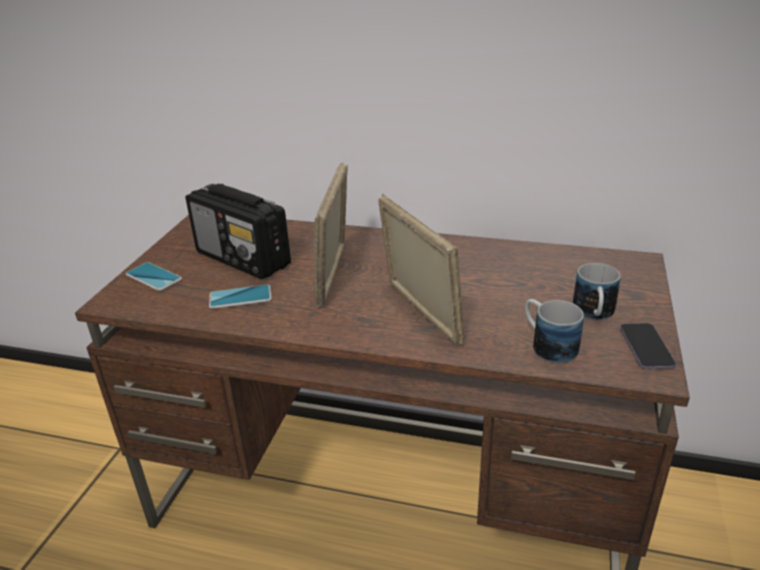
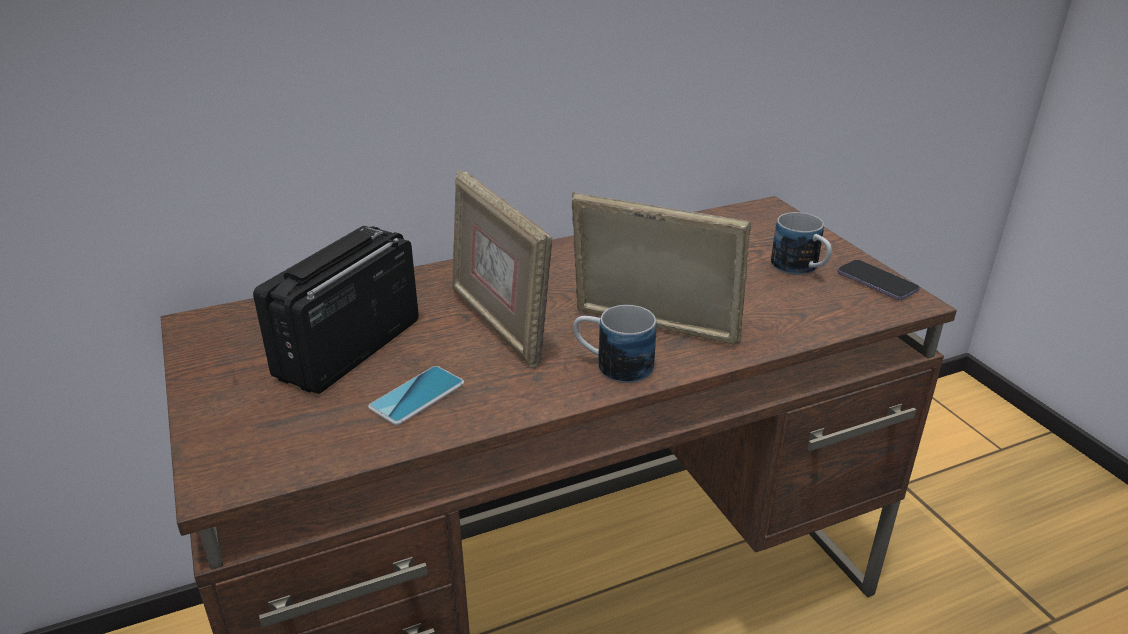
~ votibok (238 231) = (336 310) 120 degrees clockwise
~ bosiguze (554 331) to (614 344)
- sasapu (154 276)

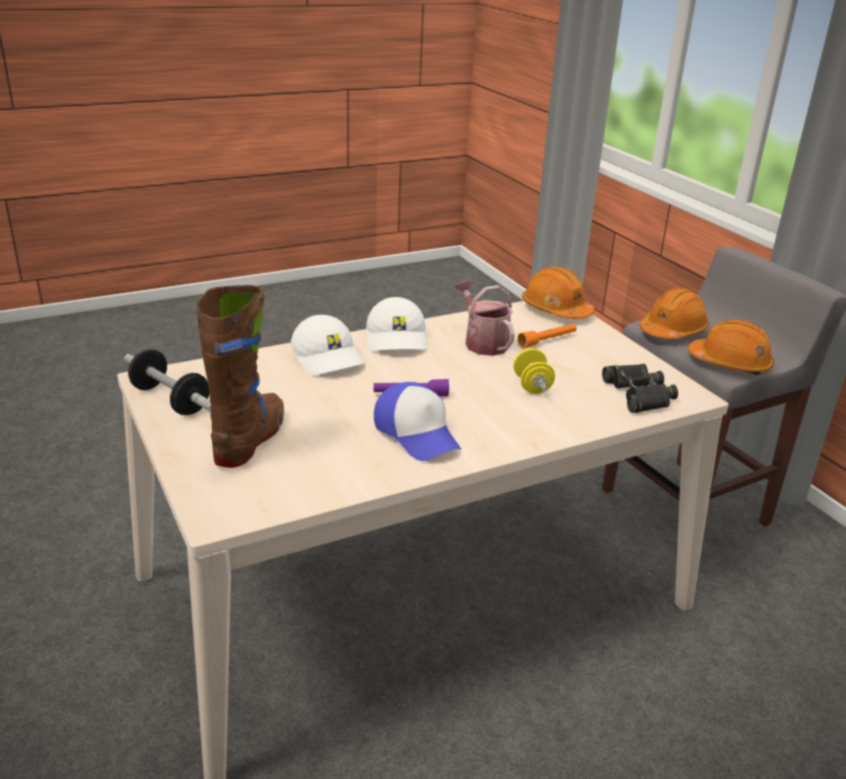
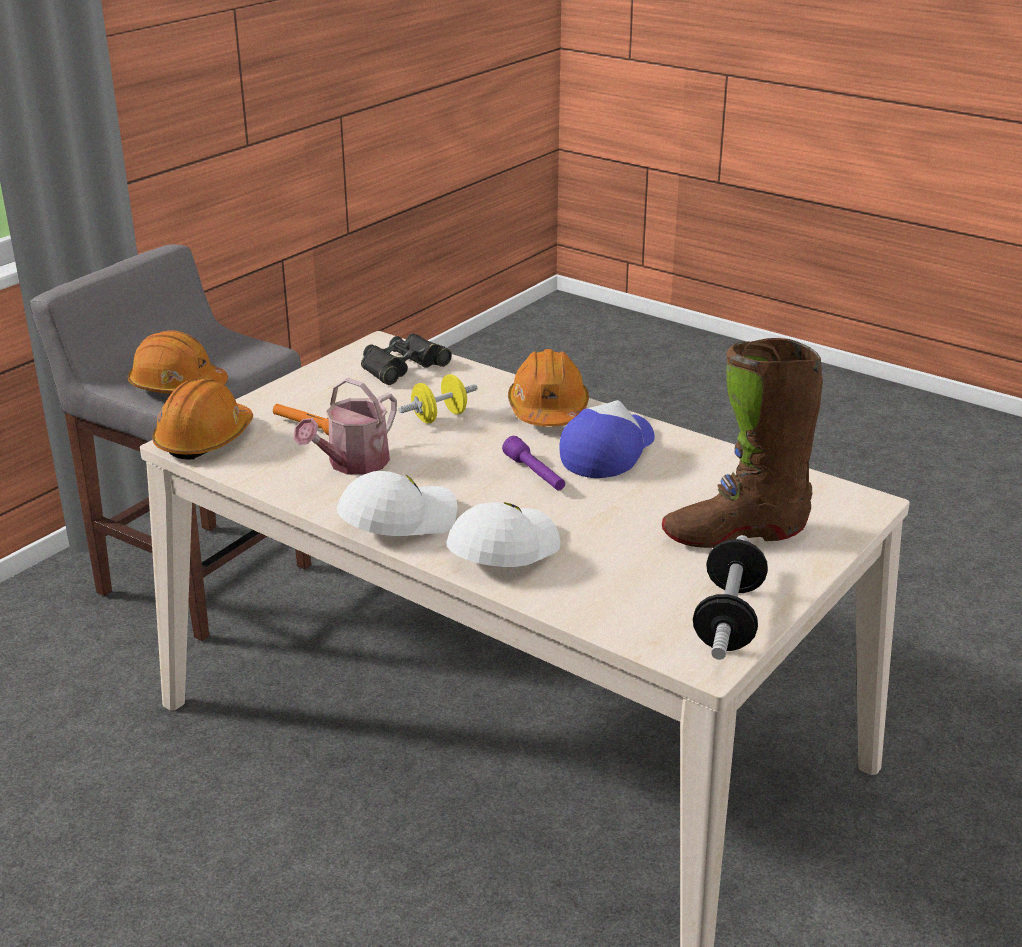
~ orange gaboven (731 347) to (548 388)

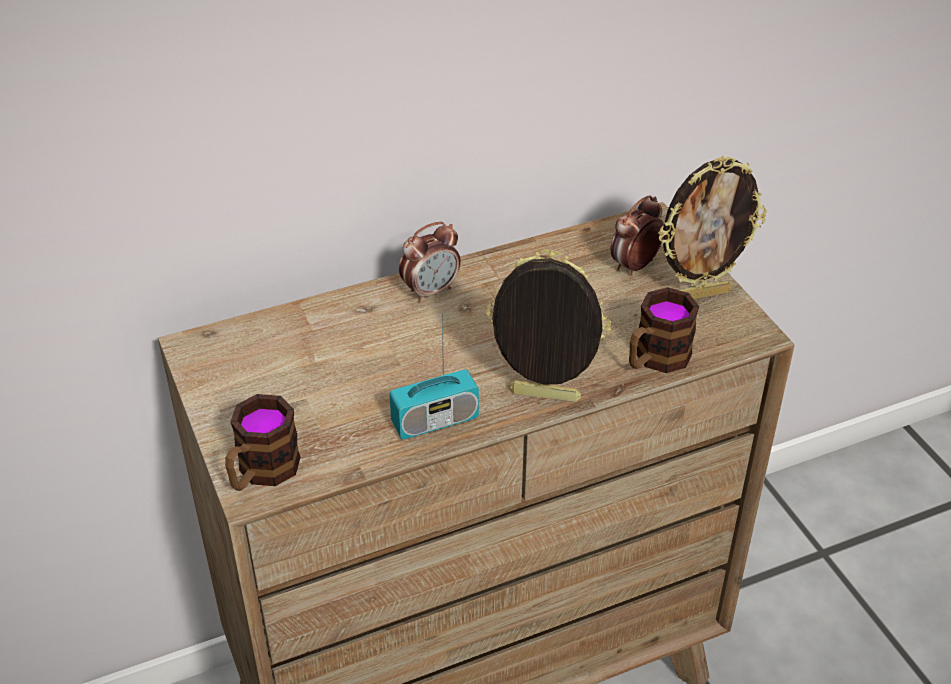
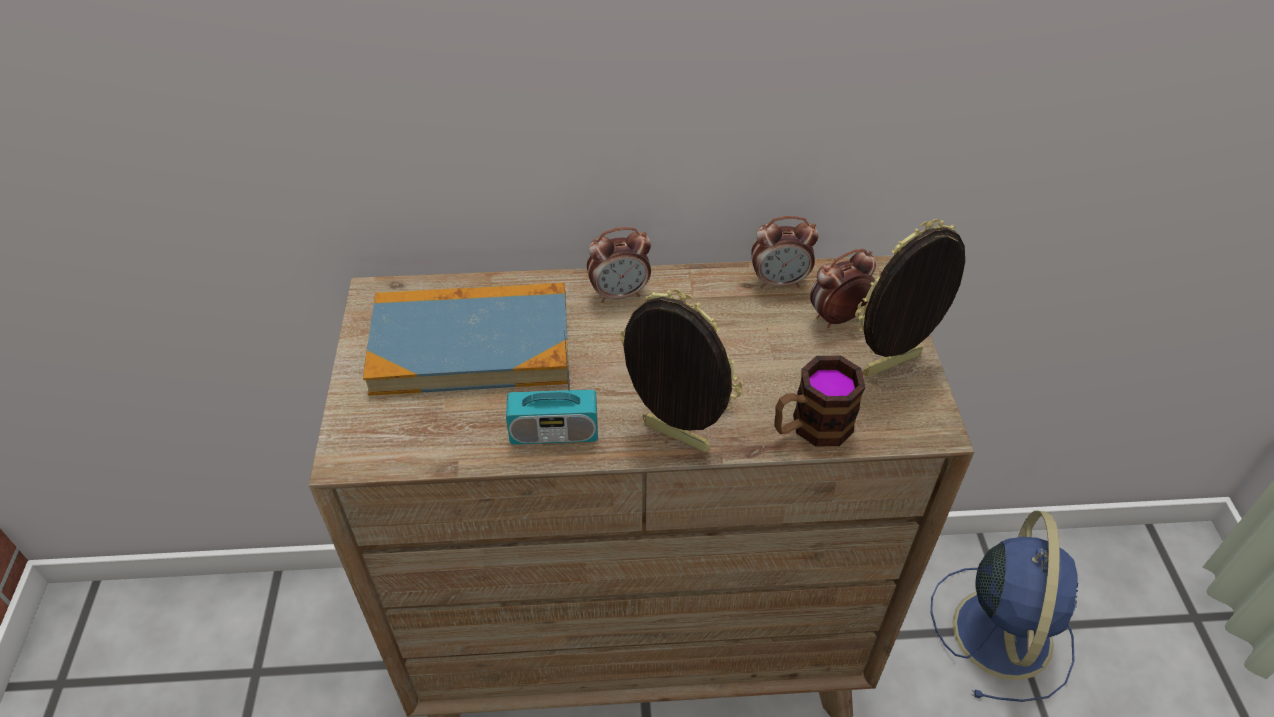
+ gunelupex (466 339)
+ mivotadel (785 252)
~ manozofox (712 227) = (910 298) 150 degrees clockwise
+ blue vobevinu (1004 606)
- bosiguze (263 442)

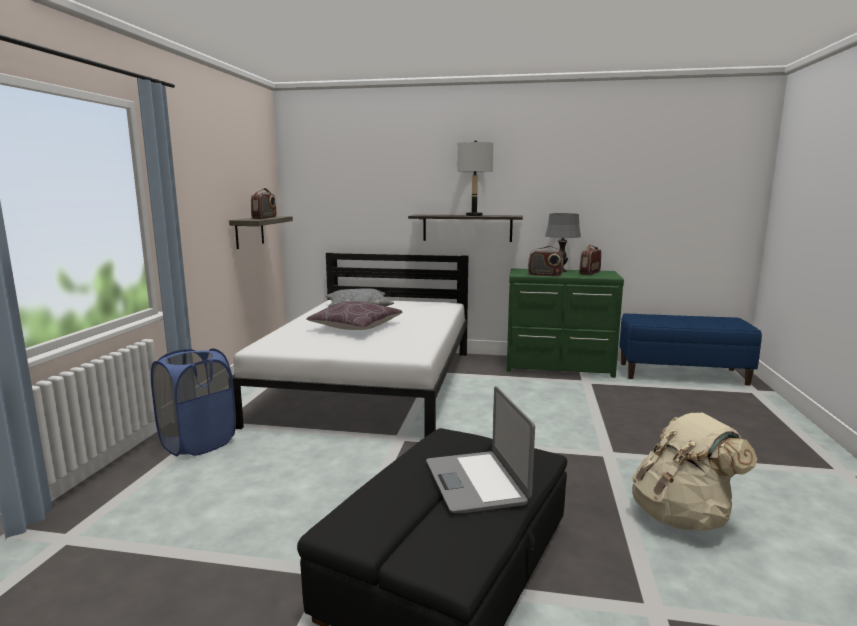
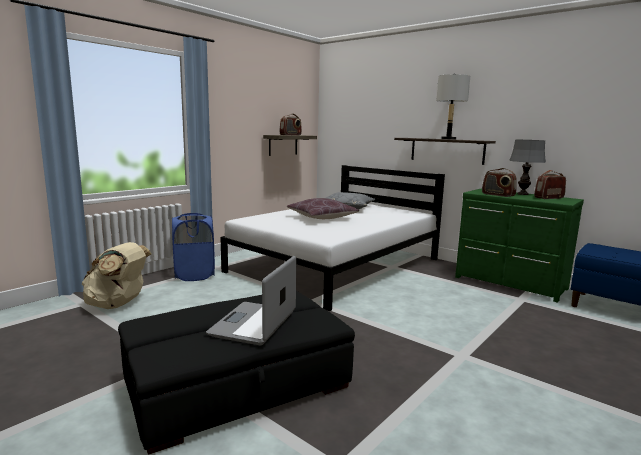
~ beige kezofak (694 472) to (117 275)

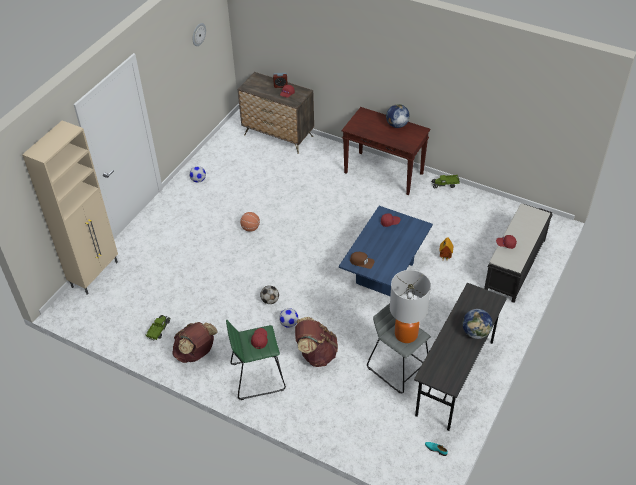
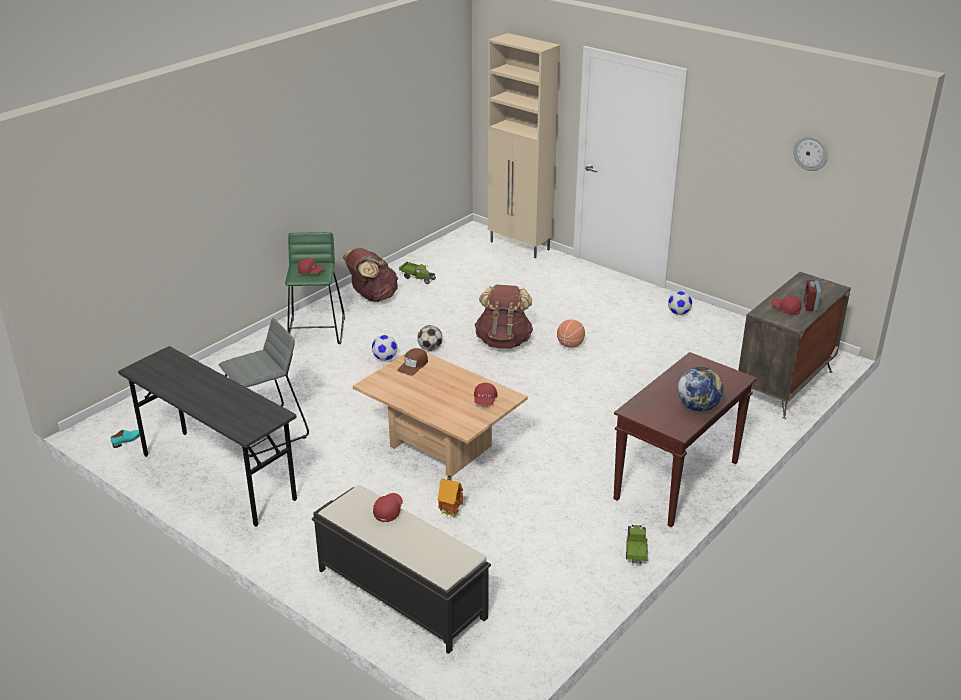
~ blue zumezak (386 251) to beige zumezak (440 412)
~ brown kezofak (316 342) to (503 317)
- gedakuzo (410 306)
- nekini (477 324)

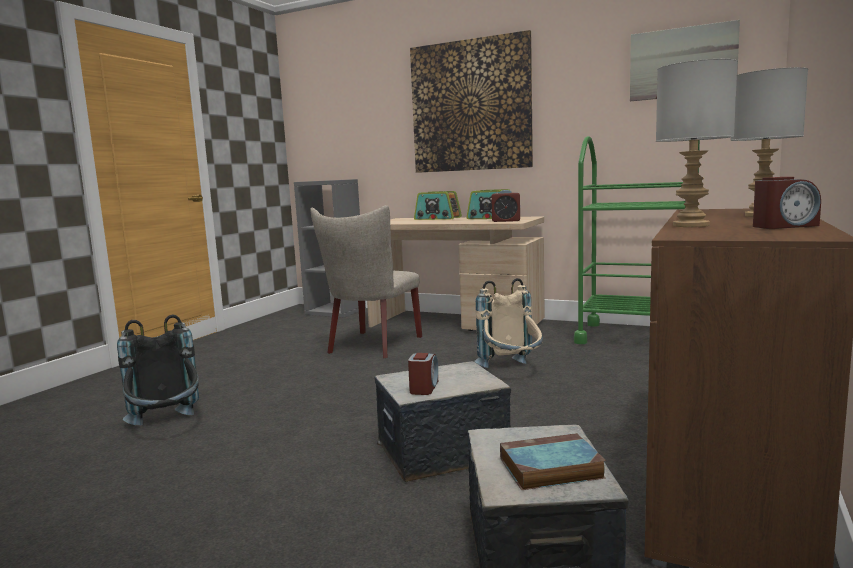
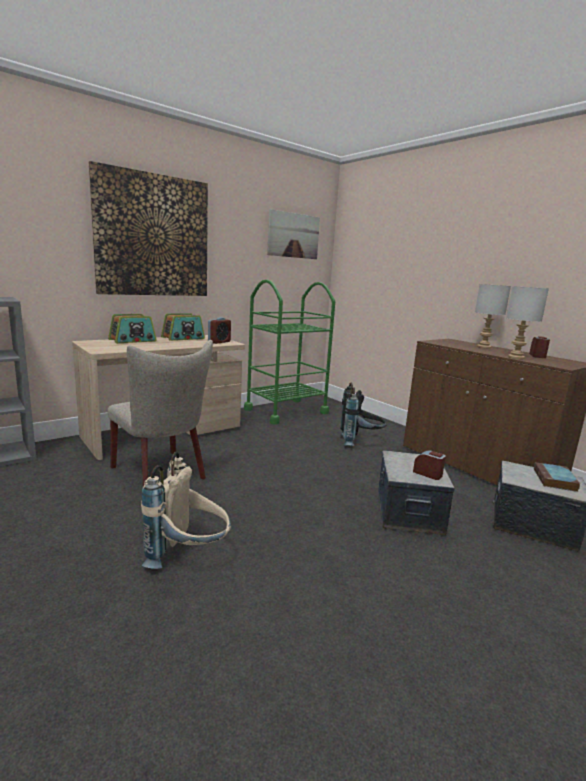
~ beige kezofak (508 323) to (186 510)
~ black kezofak (158 370) to (363 414)

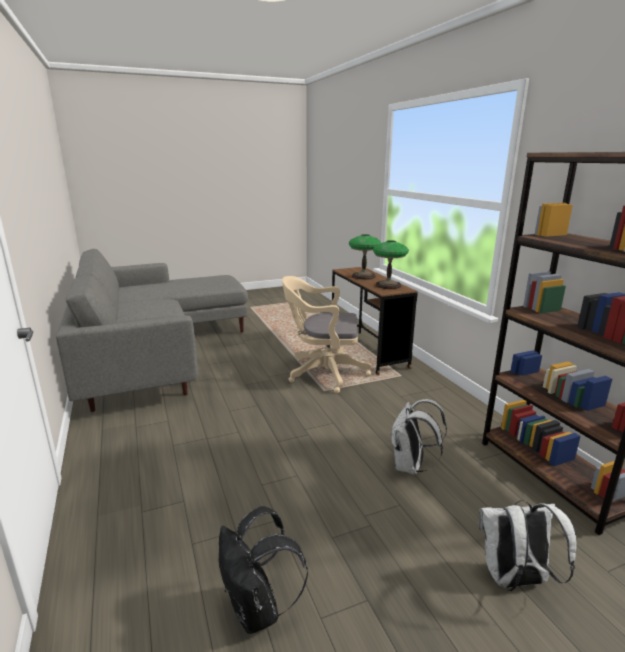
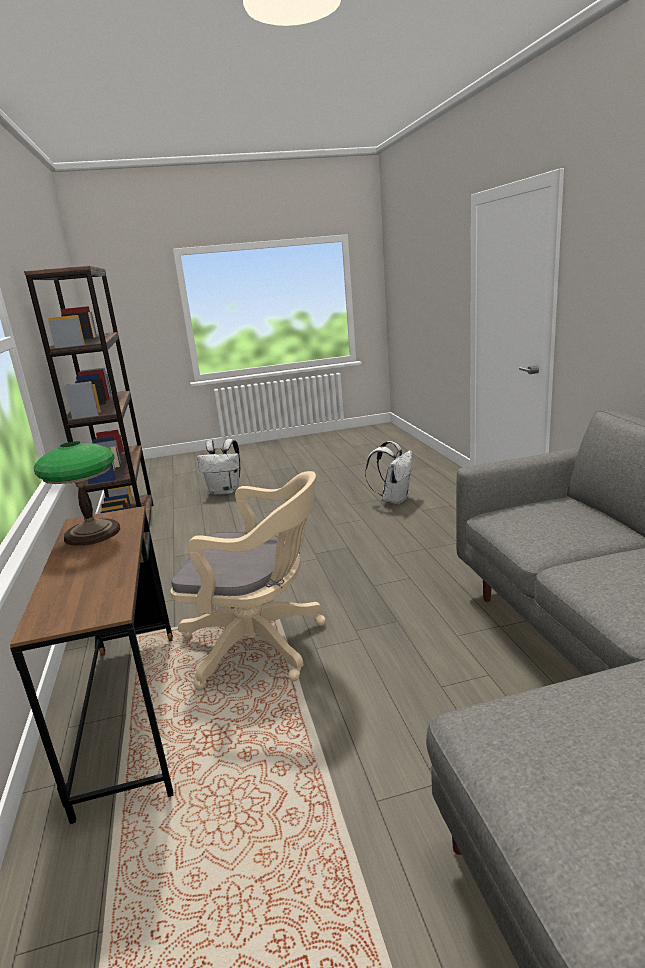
~ white kezofak (419 437) to (388 473)
- black kezofak (263 570)
- gedakuzo (365 257)

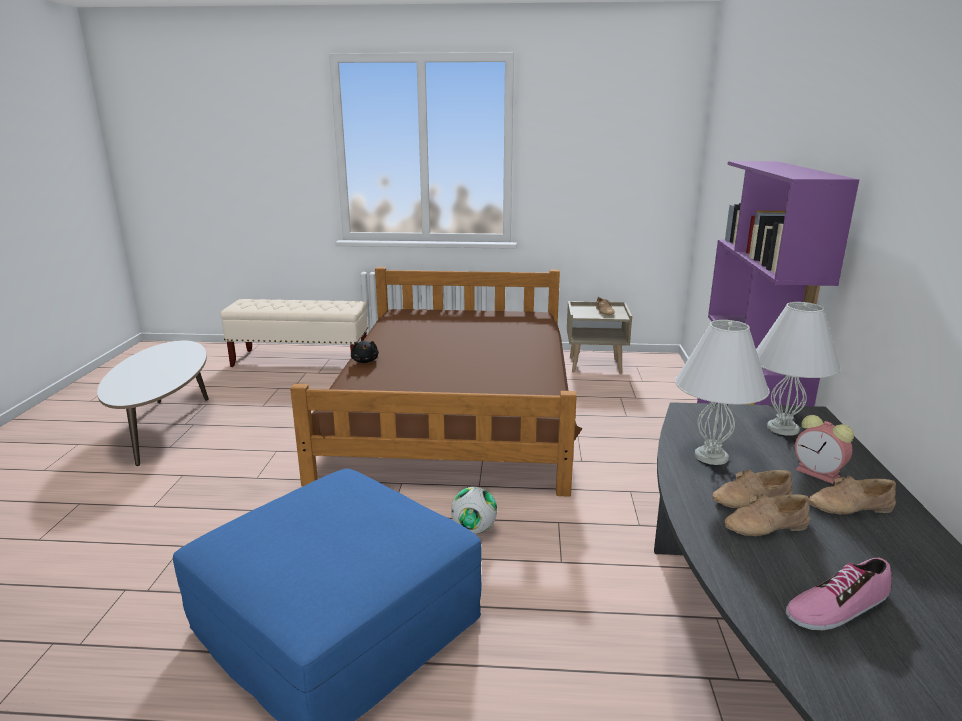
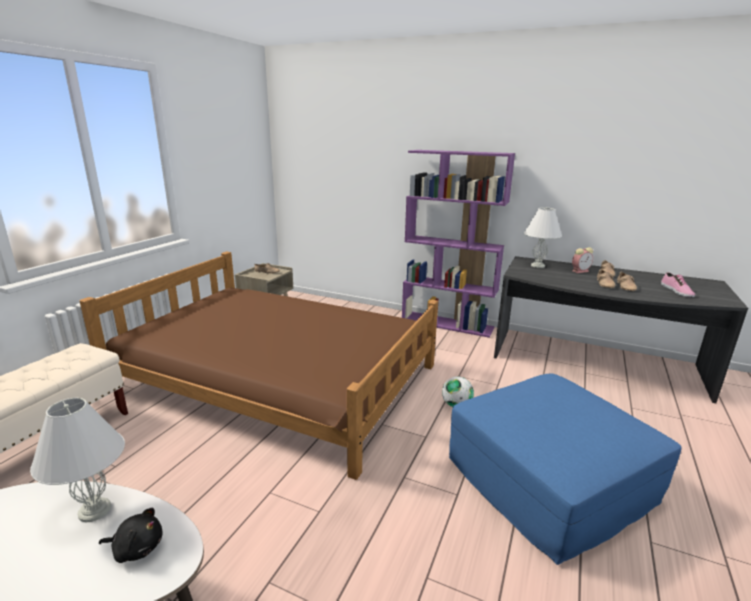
~ white gedakuzo (722 392) to (77 460)
~ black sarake (365 352) to (130 535)

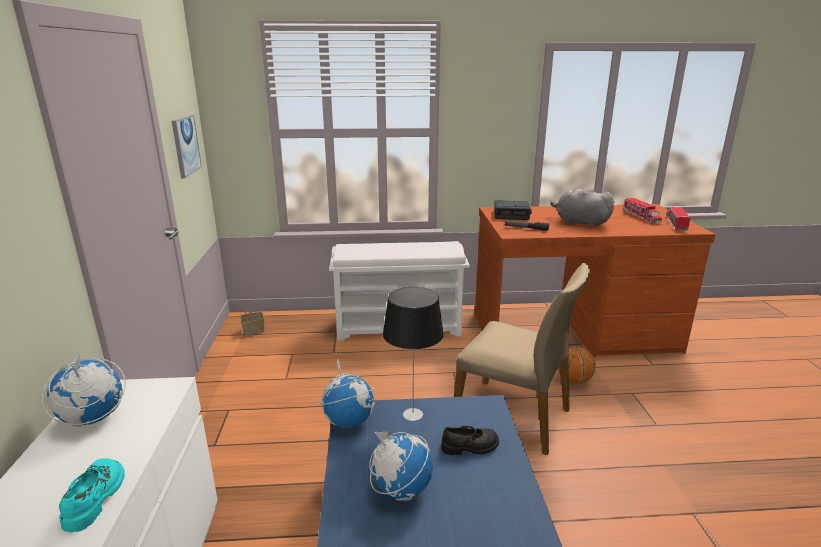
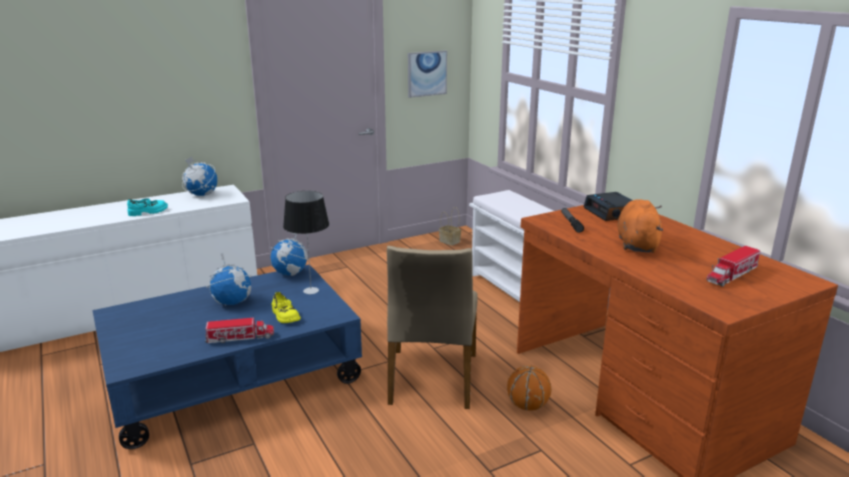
~ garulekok (678 219) to (239 330)
~ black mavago (470 440) to yellow mavago (286 307)
~ grey sarake (582 207) to orange sarake (640 226)

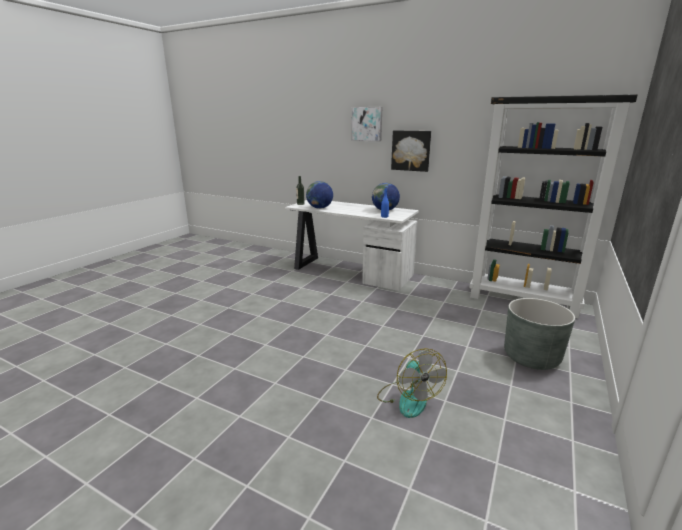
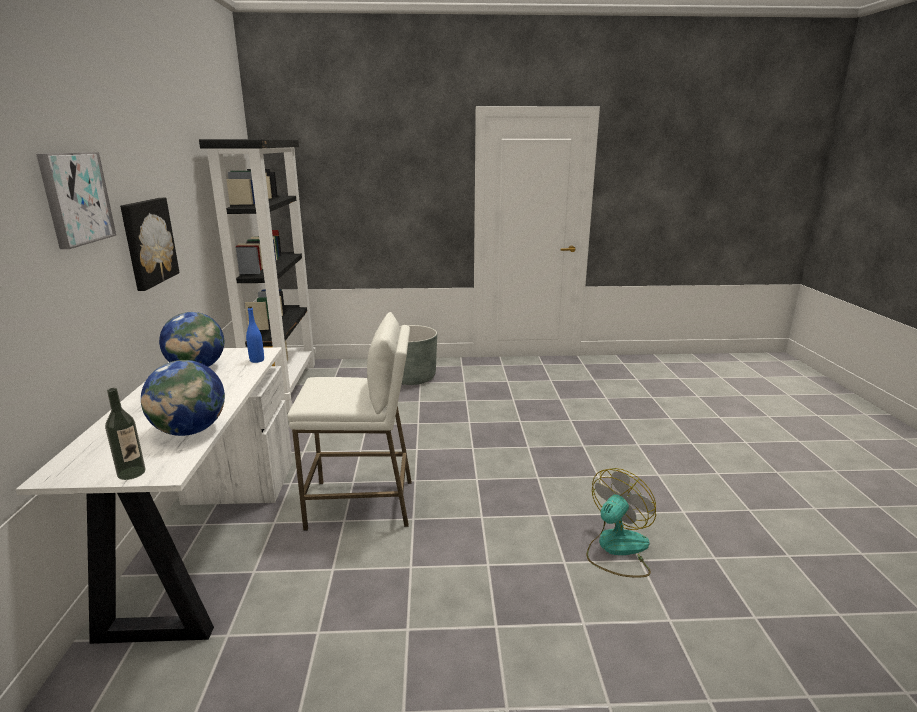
+ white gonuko (350 421)
~ vobevinu (412 383) to (621 523)

